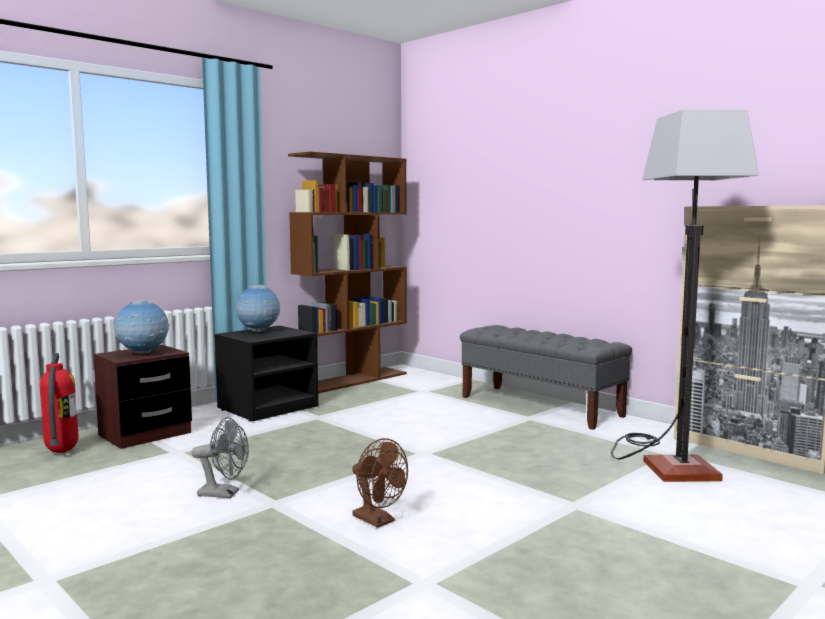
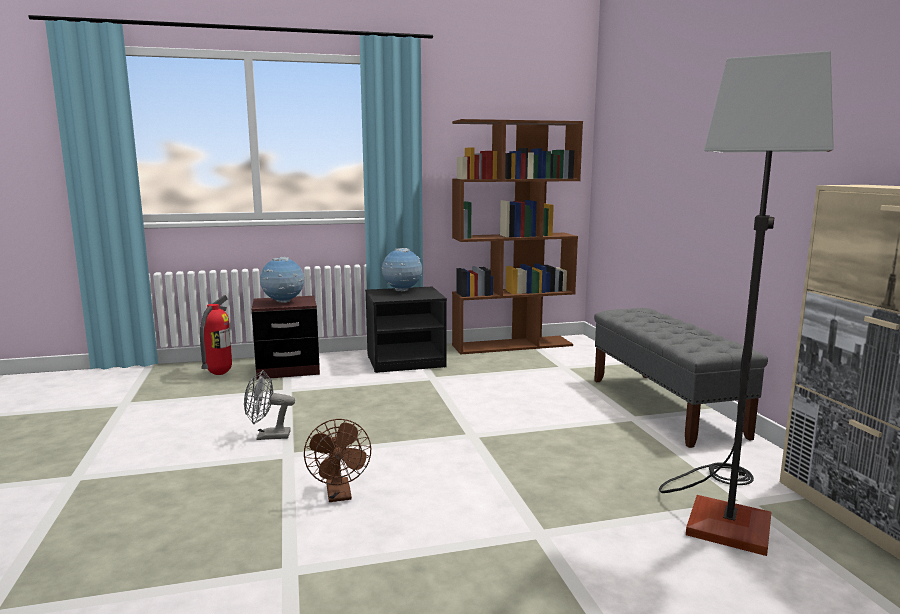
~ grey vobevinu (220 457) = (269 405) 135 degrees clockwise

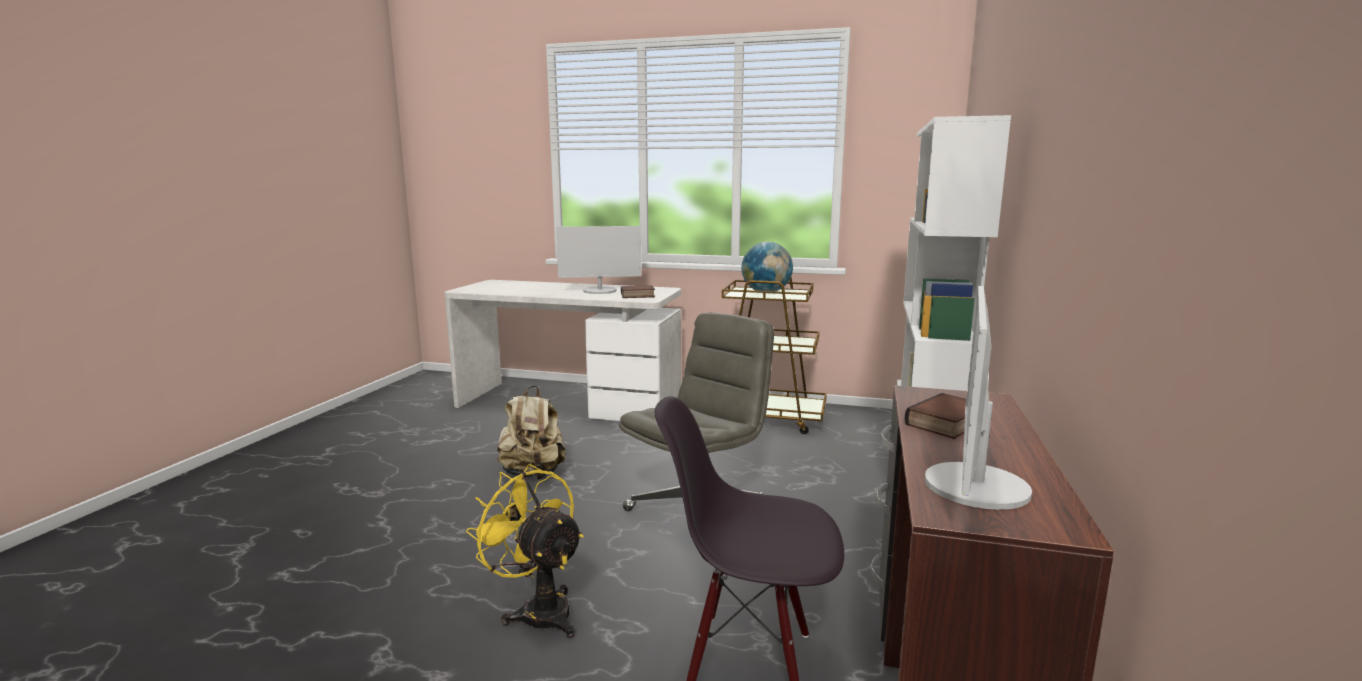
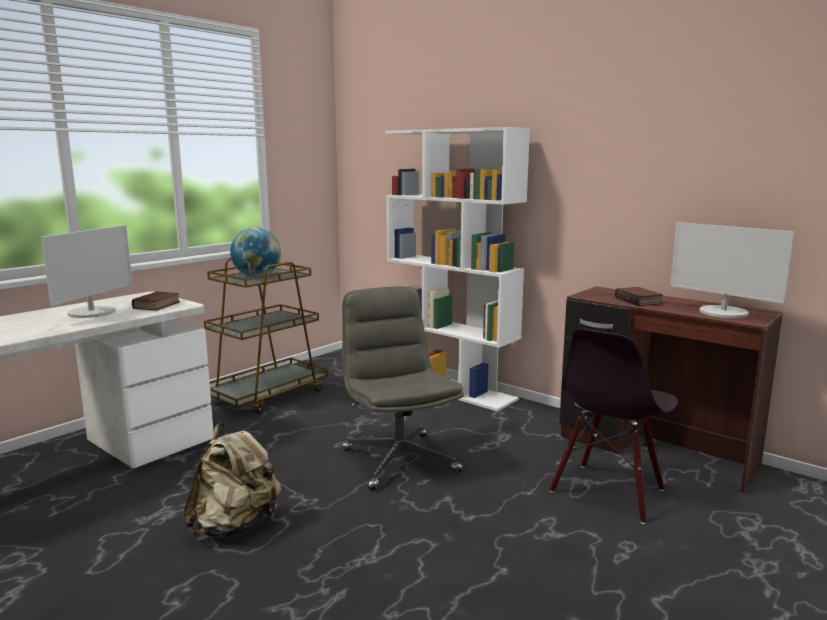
- yellow vobevinu (525 551)

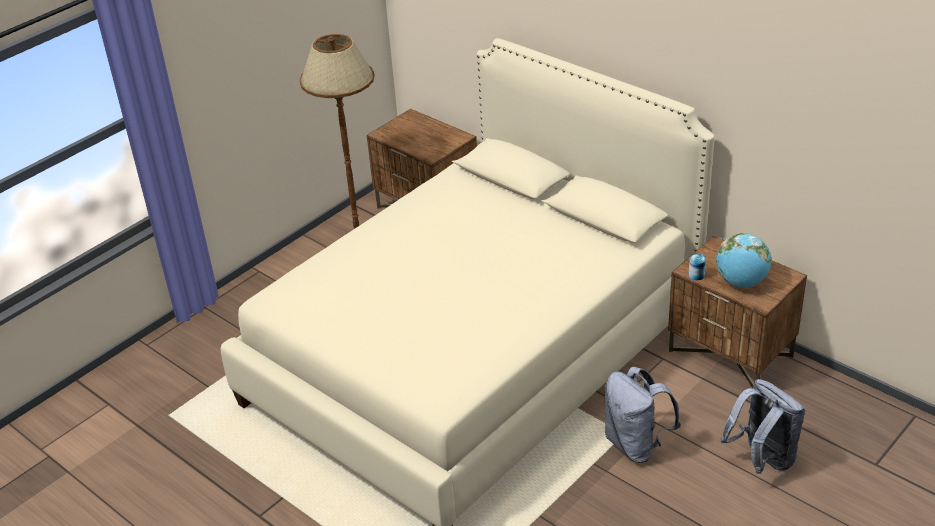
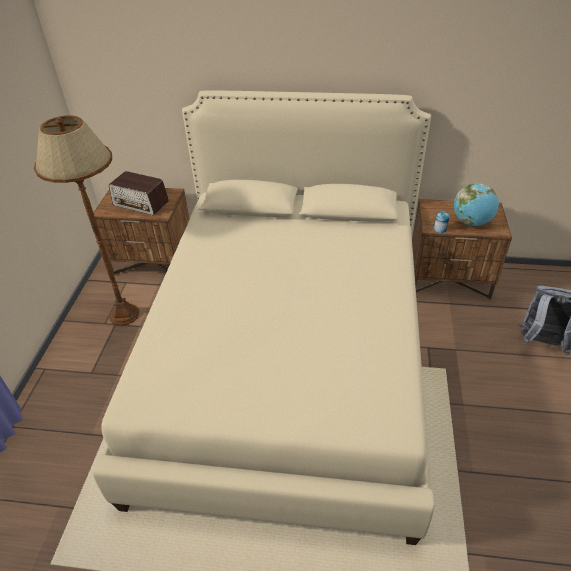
+ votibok (139 193)
- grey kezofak (642 415)

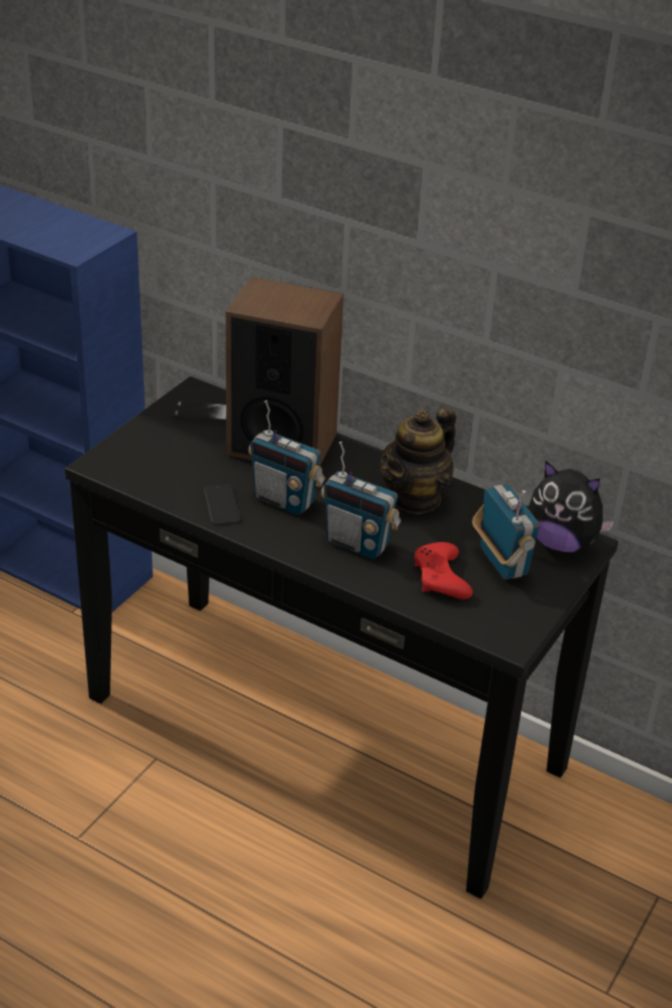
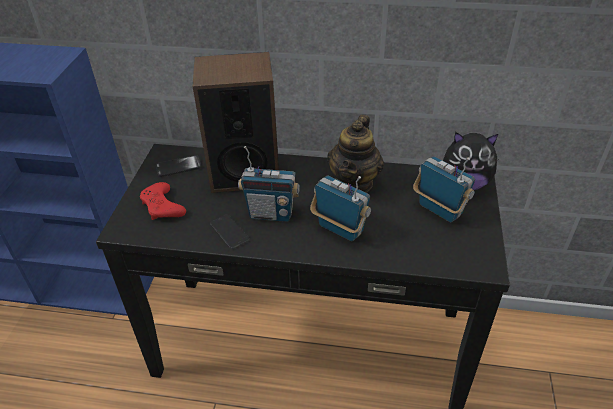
~ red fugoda (443 570) to (163 201)
~ votibok (361 500) = (340 208) 150 degrees counterclockwise

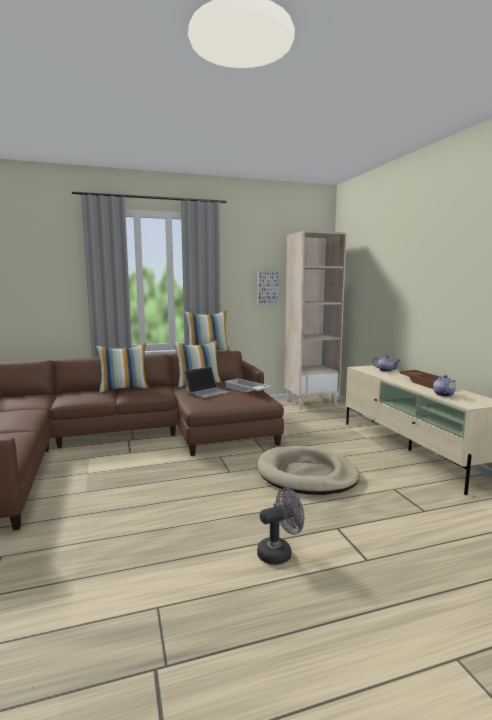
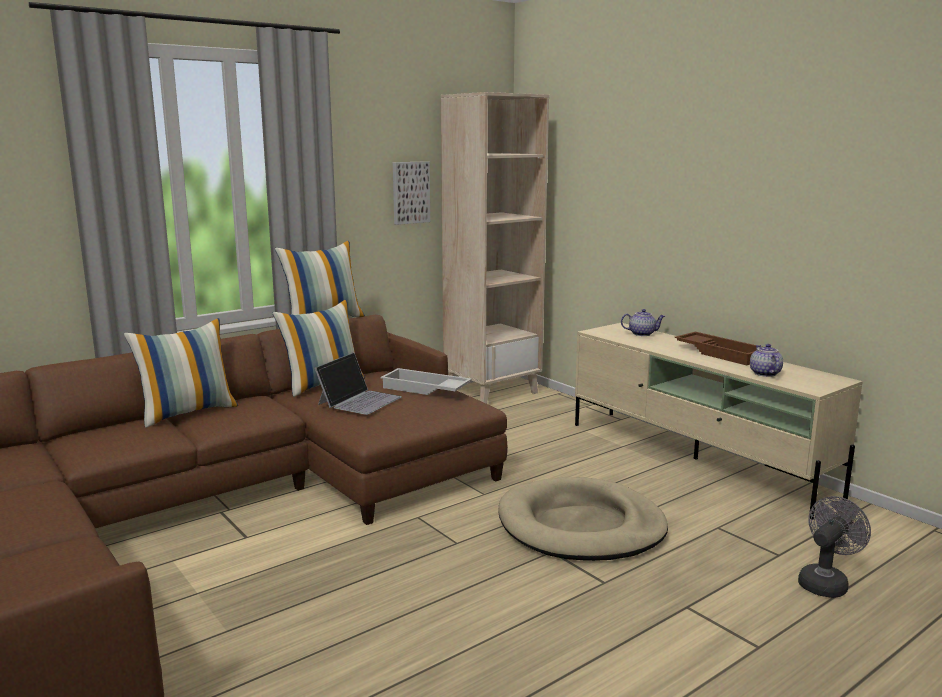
~ grey vobevinu (280 526) to (834 547)

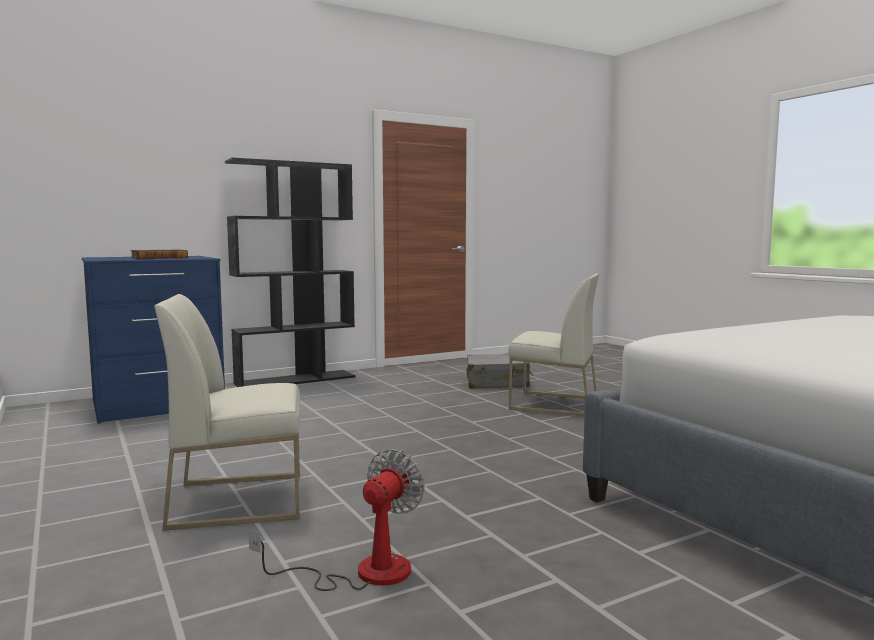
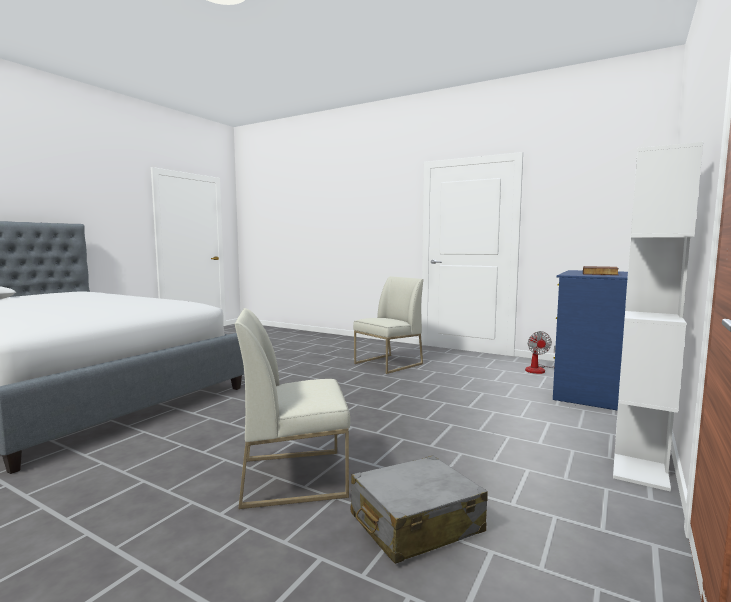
~ vobevinu (336 520) to (540 352)
~ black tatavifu (290 272) to white tatavifu (658 317)

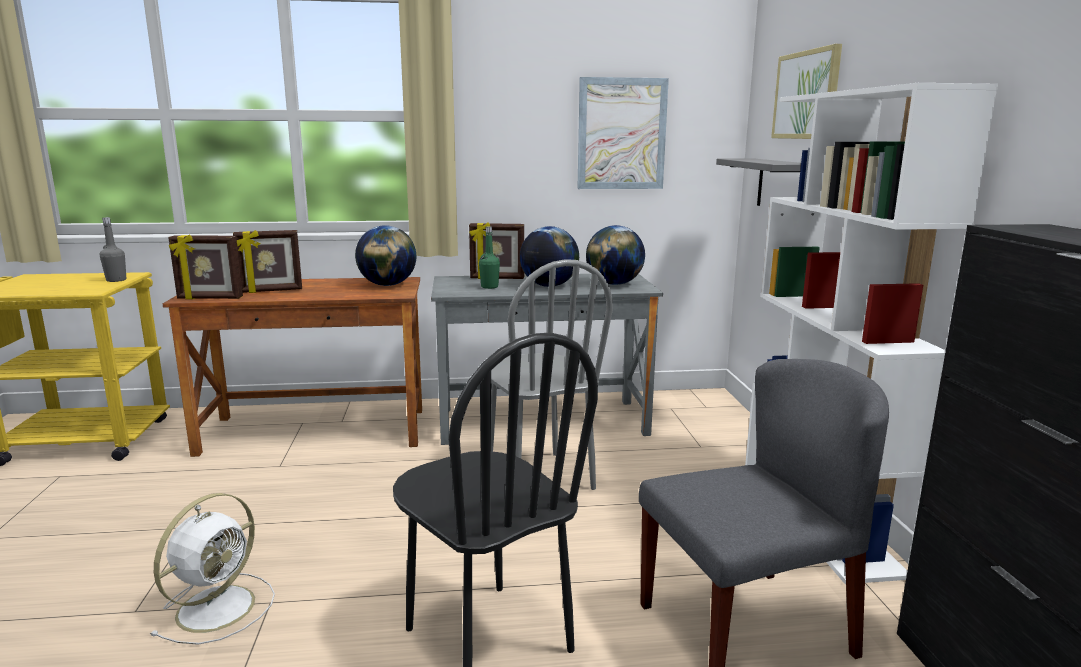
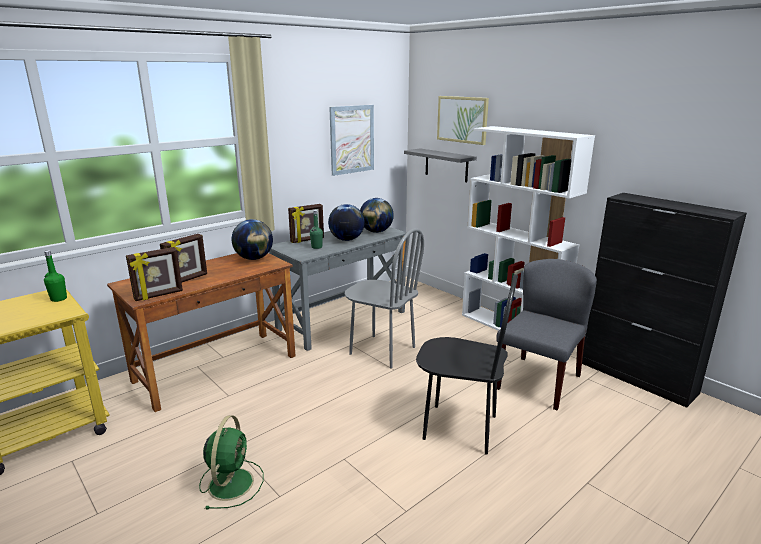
~ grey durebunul (113 249) to green durebunul (55 276)
+ green vobevinu (231 462)
- white vobevinu (212 569)

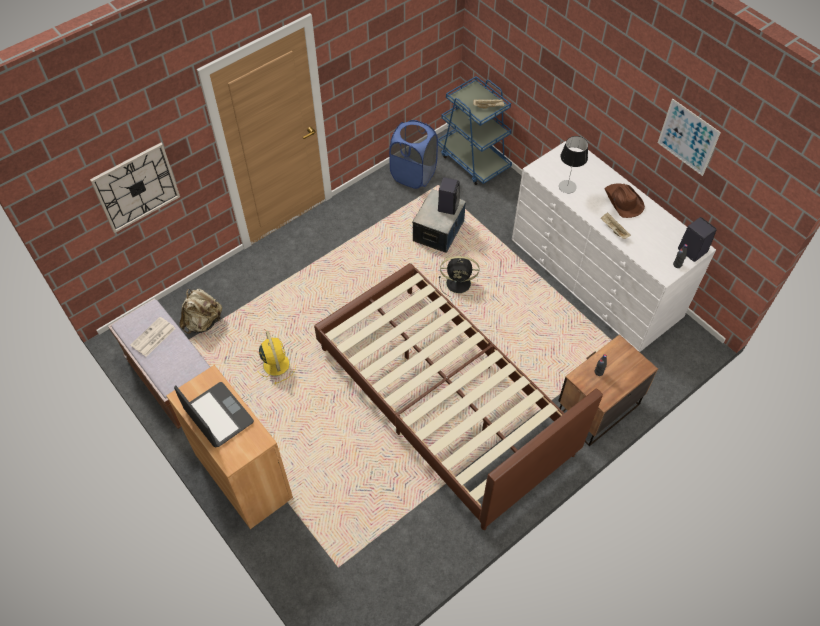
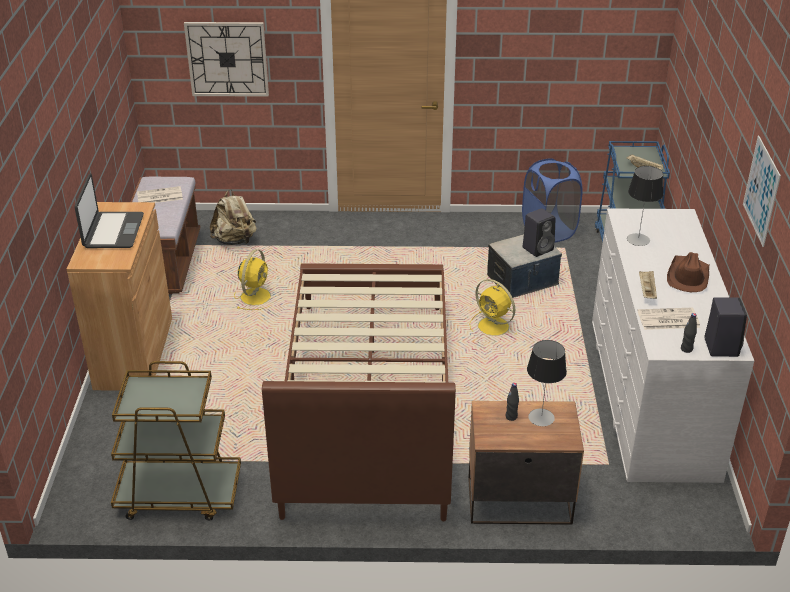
+ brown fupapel (176 441)
~ black vobevinu (459 276) to yellow vobevinu (493 307)
+ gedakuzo (547 383)
+ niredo (668 319)

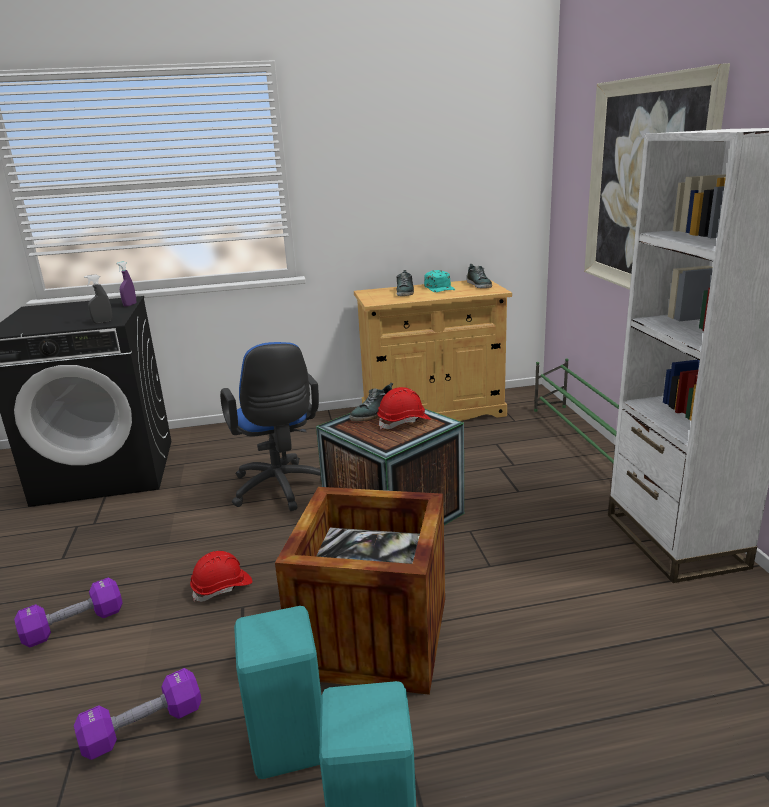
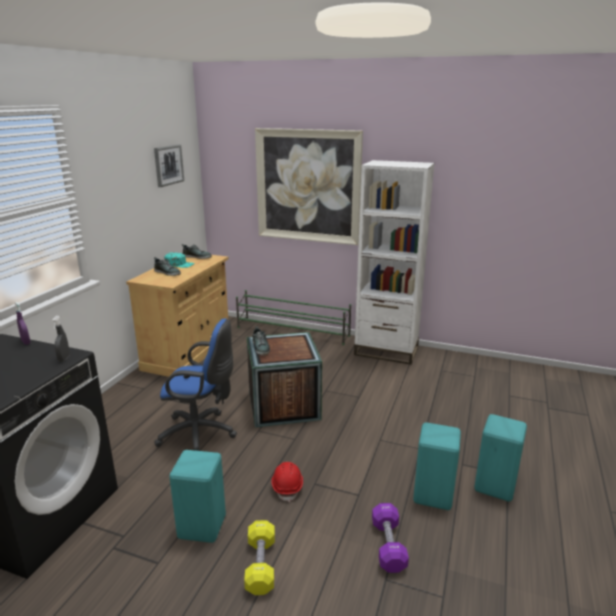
+ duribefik (169 165)
+ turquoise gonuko (197 496)
~ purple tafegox (68 613) to yellow tafegox (259 557)
- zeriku (360 591)
- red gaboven (404 408)

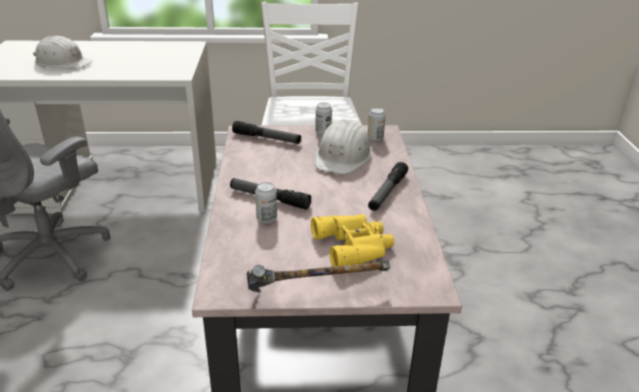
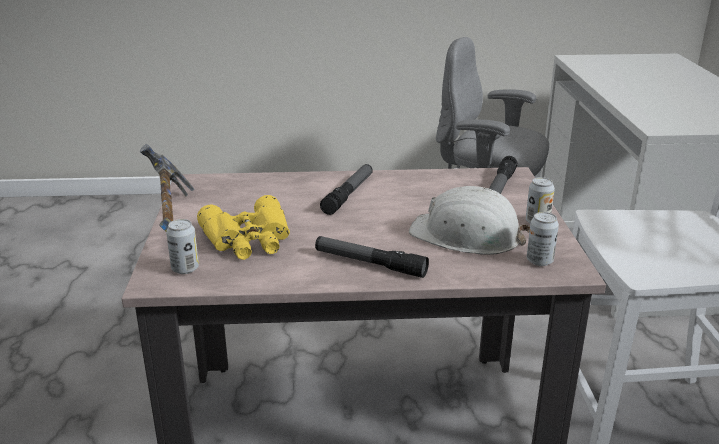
~ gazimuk (266 202) to (182 246)
- white gaboven (63 52)

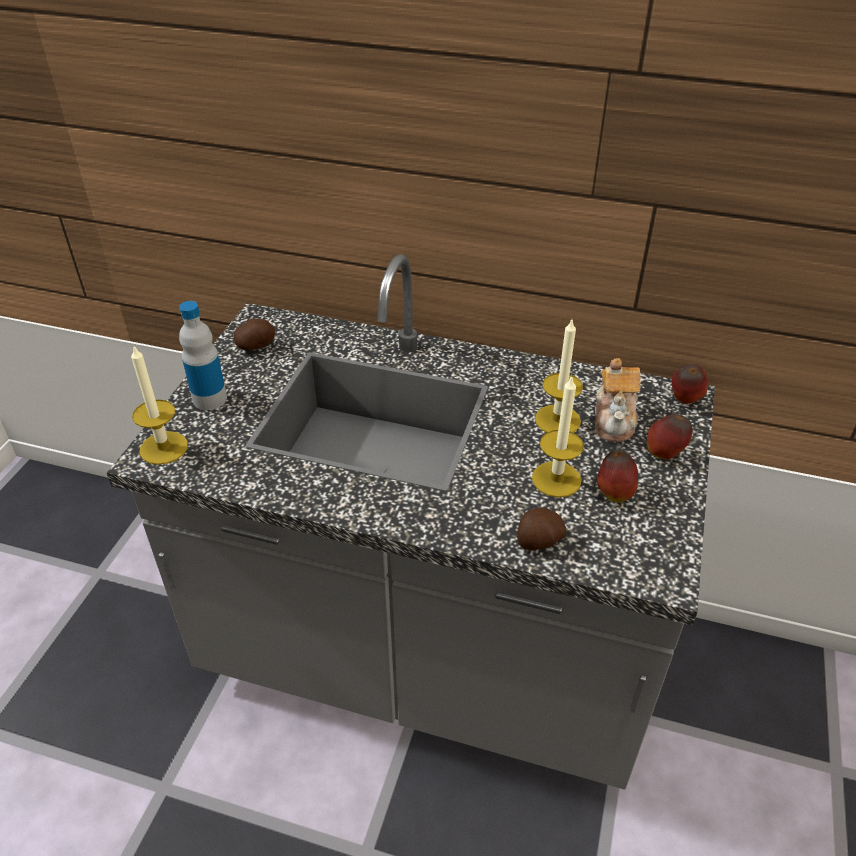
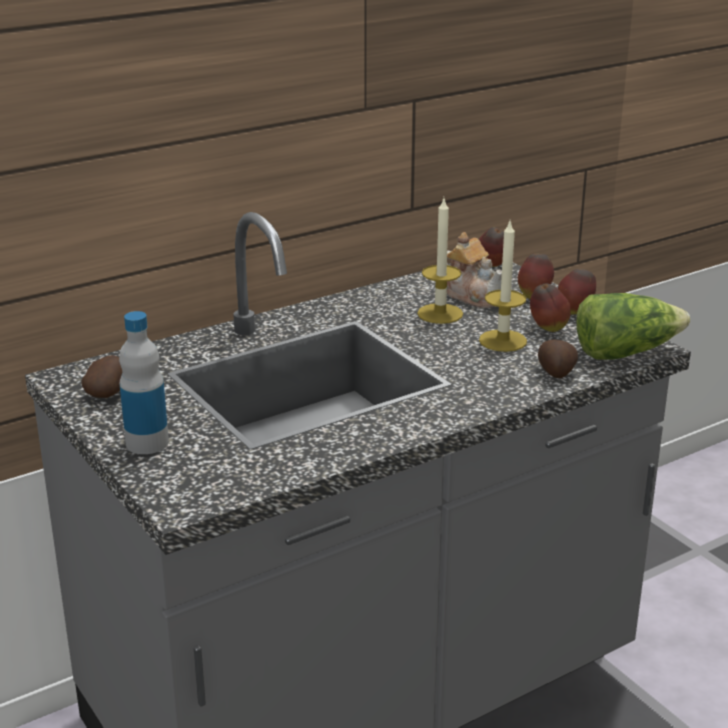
+ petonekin (577 292)
+ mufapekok (633 326)
- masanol (159 405)

